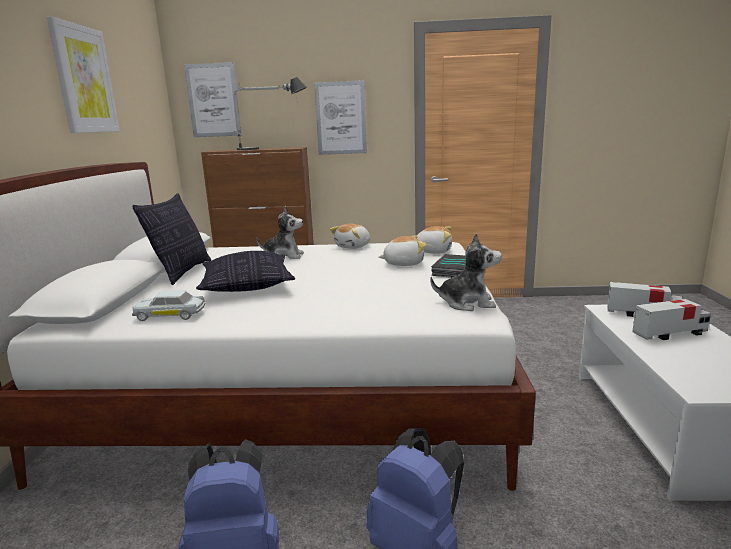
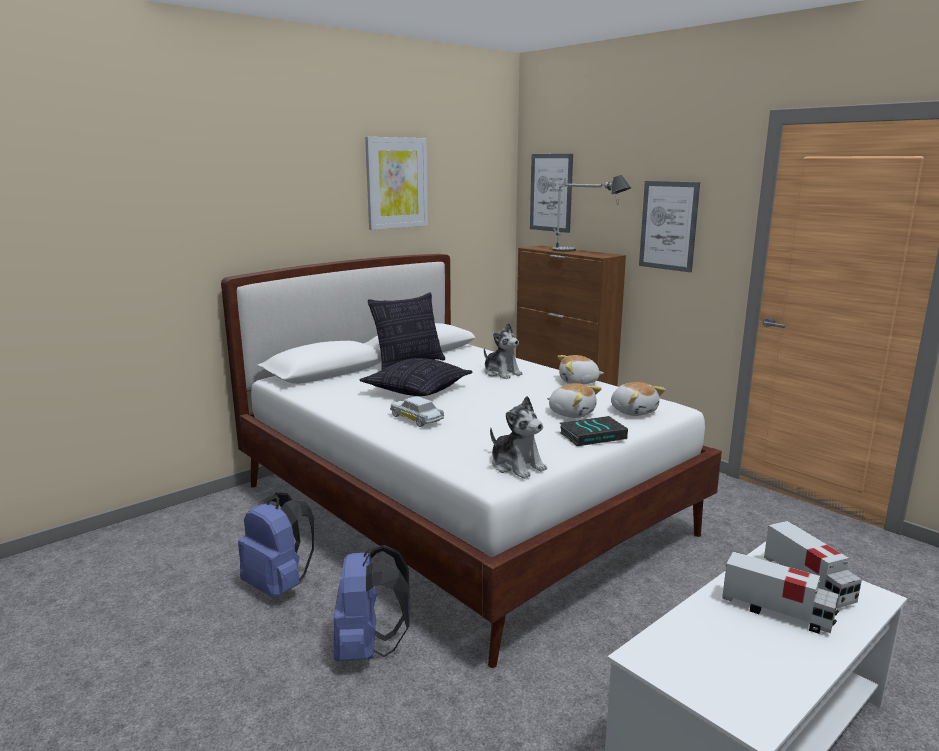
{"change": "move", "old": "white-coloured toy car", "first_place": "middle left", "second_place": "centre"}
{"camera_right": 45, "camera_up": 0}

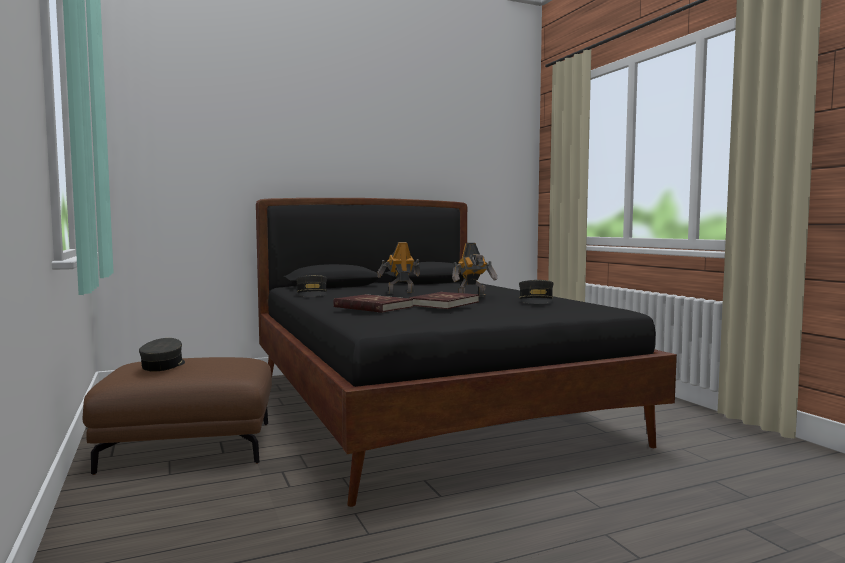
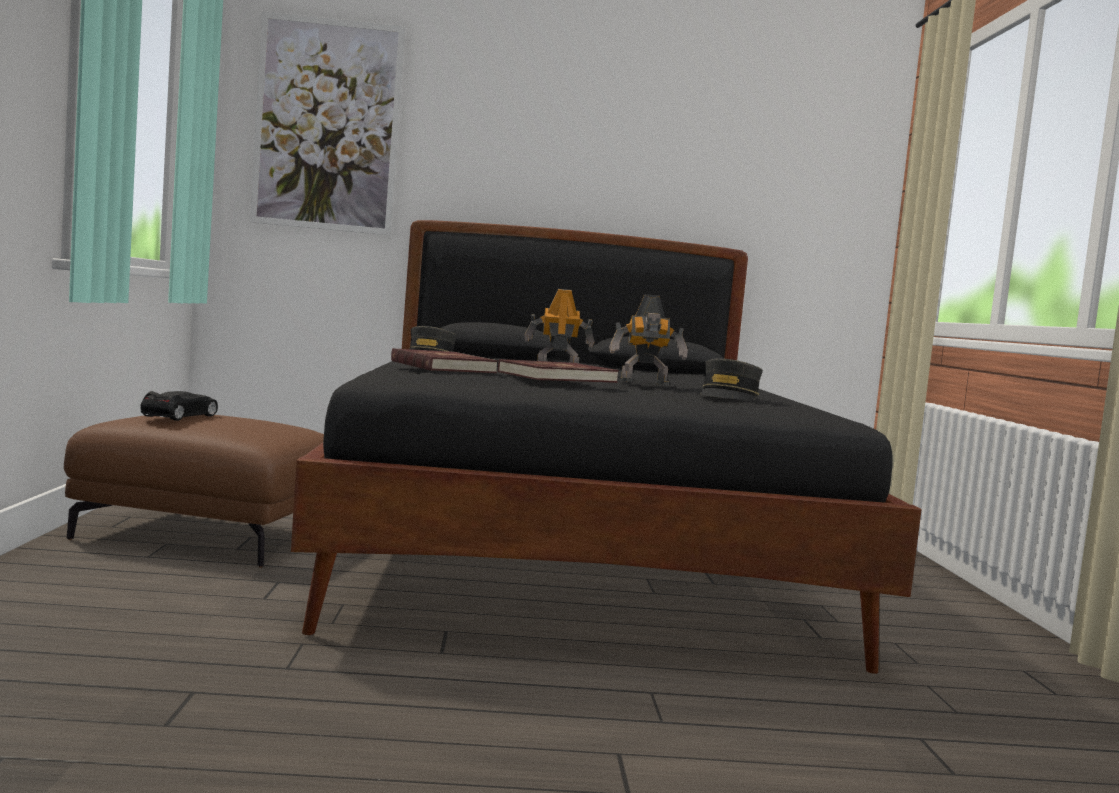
{"change": "replace", "old": "grey peaked cap (1st from left)", "new": "blackish toy car", "first_place": "middle left", "second_place": "middle left"}
{"change": "insert", "new": "wall art", "second_place": "top left"}
{"camera_right": 20, "camera_up": 0}

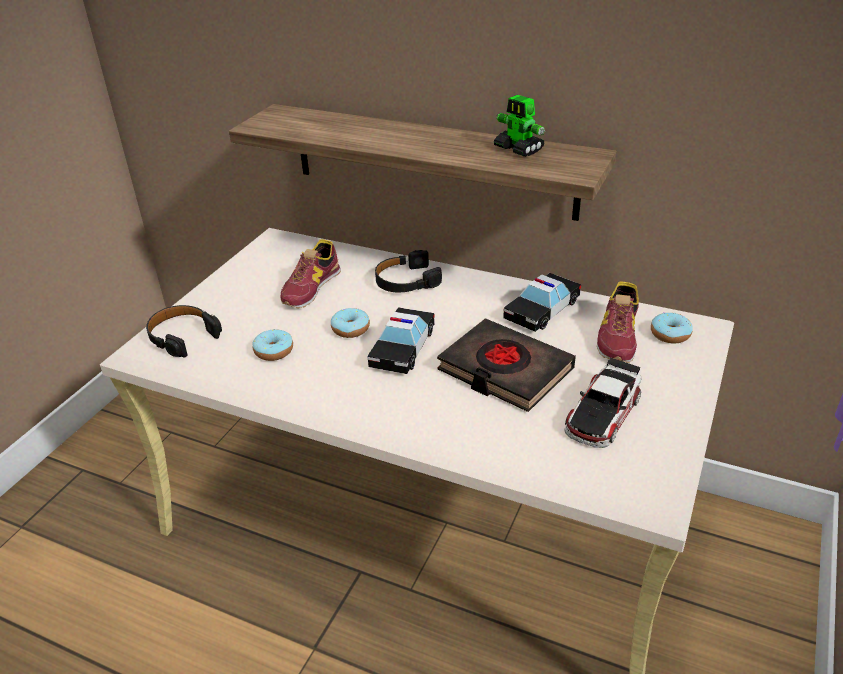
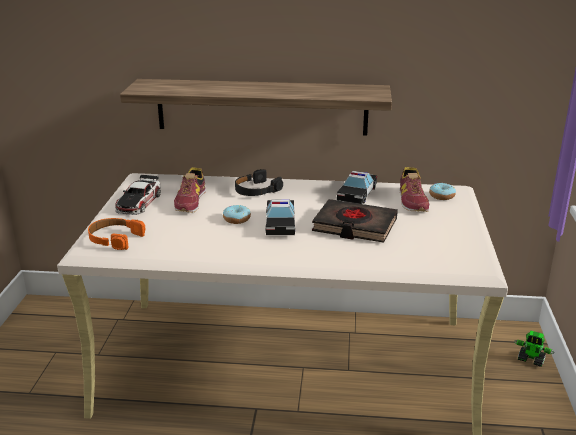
{"change": "recolor", "old": "blackish headset (1st from left)", "new": "orange headset", "first_place": "middle left", "second_place": "middle left"}
{"change": "delete", "old": "doughnut (1st from left)", "first_place": "middle left"}
{"change": "move", "old": "robot figure", "first_place": "top centre", "second_place": "bottom right"}
{"change": "move", "old": "toy car (3rd from left in the first image)", "new": "toy car (1st from left)", "first_place": "middle right", "second_place": "middle left"}
{"camera_right": -20, "camera_up": -10}

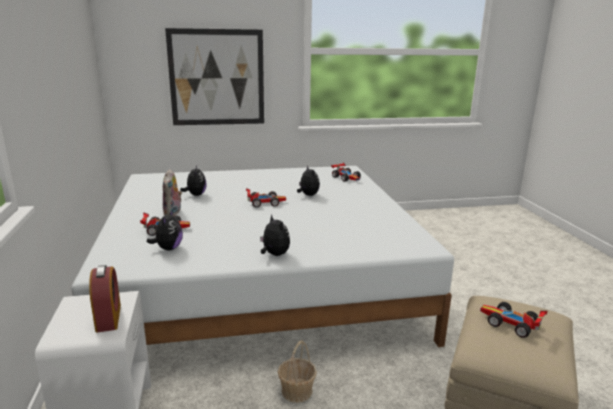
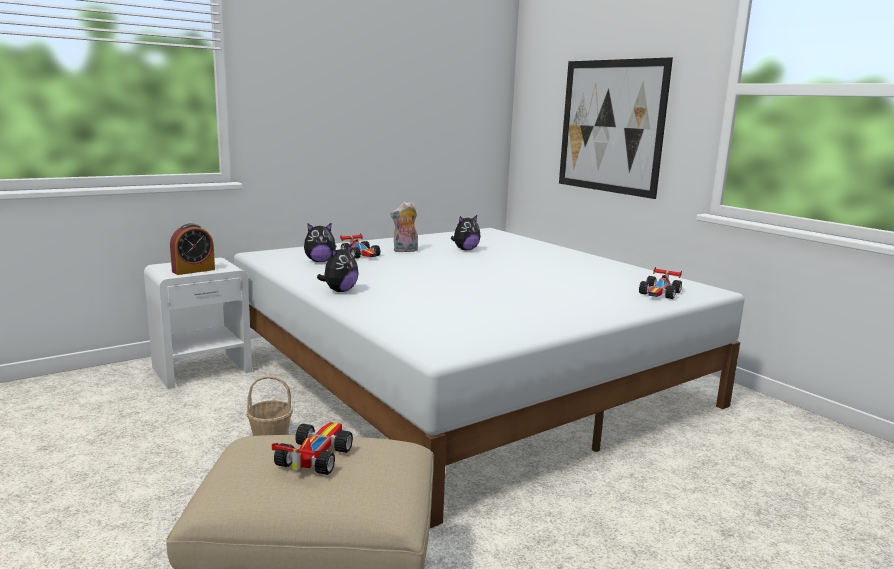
{"change": "delete", "old": "toy car (2nd from left)", "first_place": "centre"}
{"change": "delete", "old": "plush toy (5th from left)", "first_place": "centre"}
{"camera_right": 65, "camera_up": -5}

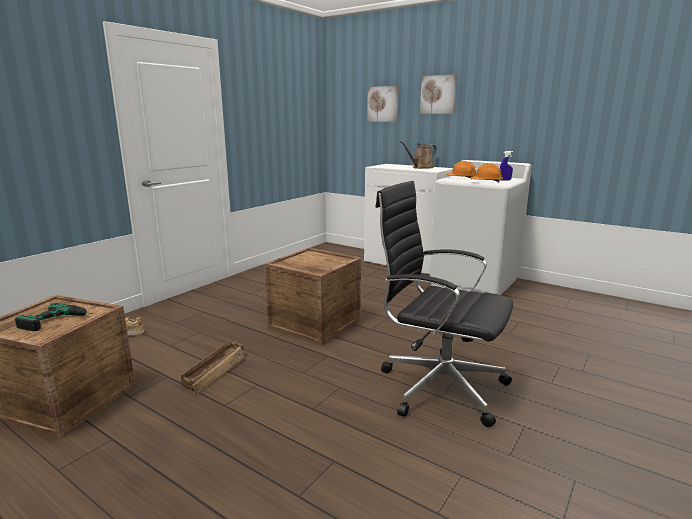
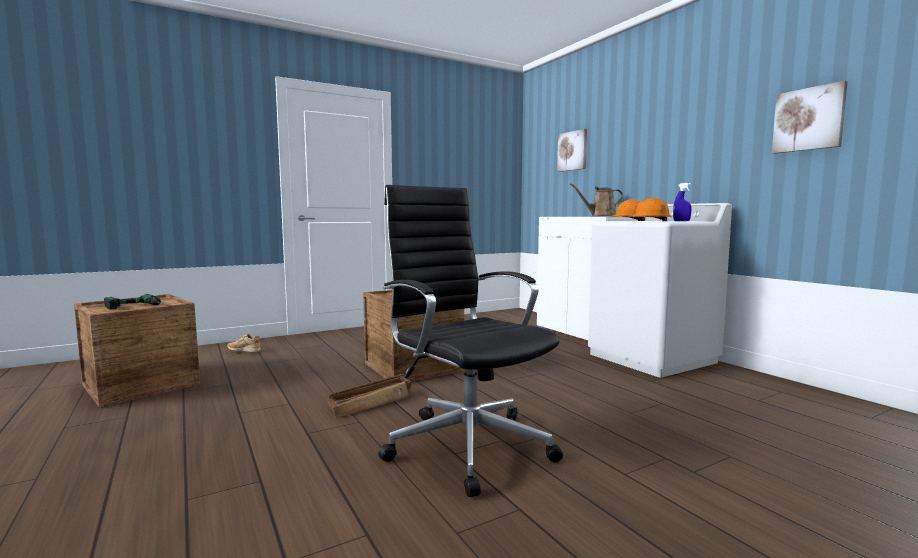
{"change": "move", "old": "shipping crate (2nd from left)", "first_place": "bottom left", "second_place": "bottom centre"}
{"change": "move", "old": "wall art (2nd from left)", "first_place": "top centre", "second_place": "top right"}
{"camera_right": 25, "camera_up": -10}

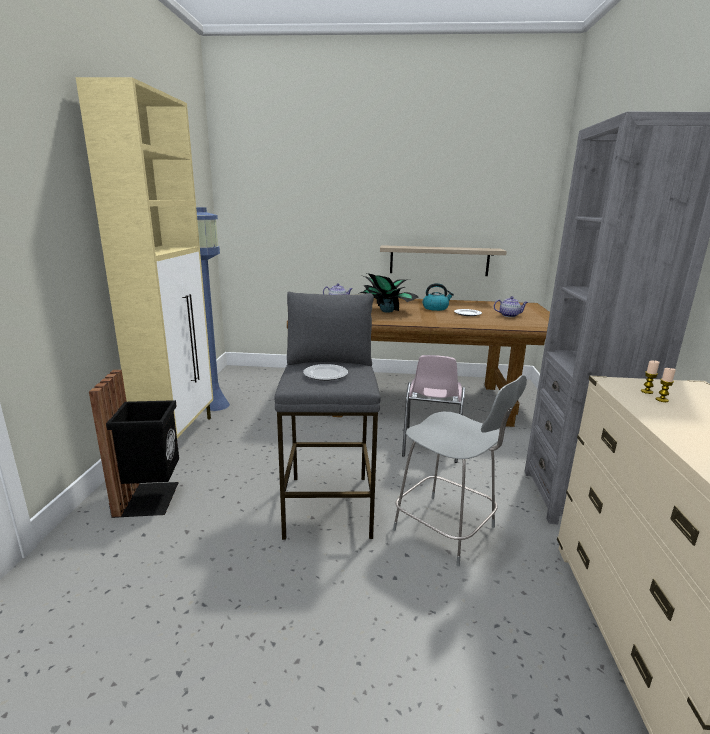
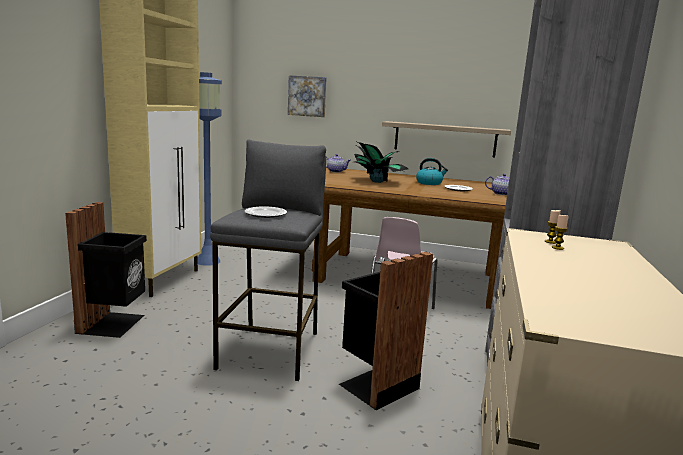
{"change": "replace", "old": "grey stool (2nd from left)", "new": "blackish trash can (2nd from left)", "first_place": "centre", "second_place": "bottom centre"}
{"change": "insert", "new": "wall art", "second_place": "top centre"}
{"camera_right": 10, "camera_up": -5}

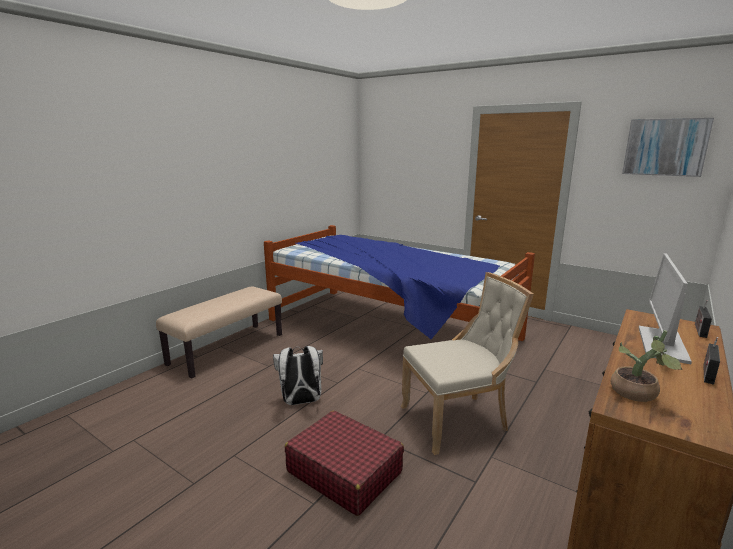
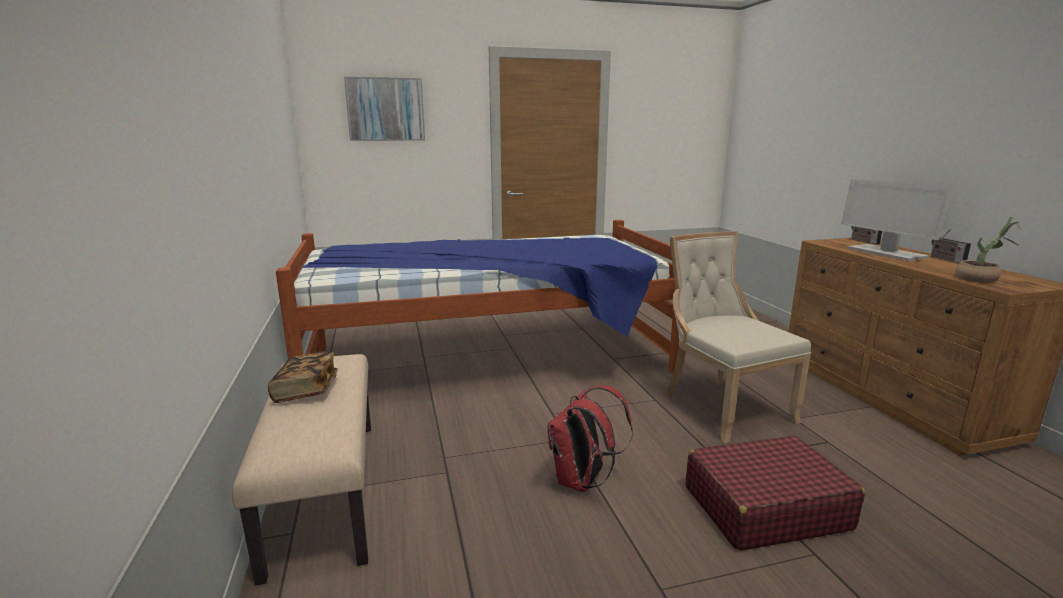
{"change": "recolor", "old": "white-coloured knapsack", "new": "red knapsack", "first_place": "bottom centre", "second_place": "bottom centre"}
{"change": "rotate", "old": "beige-coloured plain chair", "first_place": "centre", "second_place": "middle right", "degrees": -45}
{"change": "move", "old": "wall art", "first_place": "top right", "second_place": "top centre"}
{"change": "insert", "new": "book", "second_place": "middle left"}
{"camera_right": -50, "camera_up": 0}

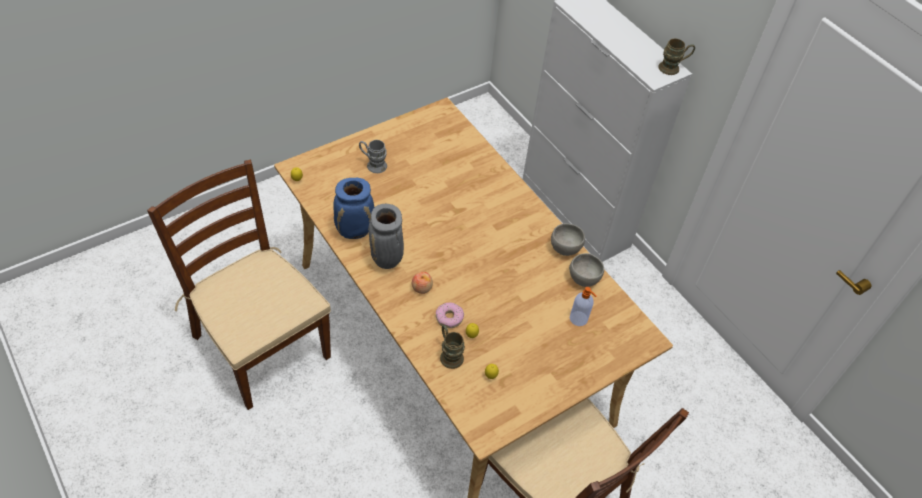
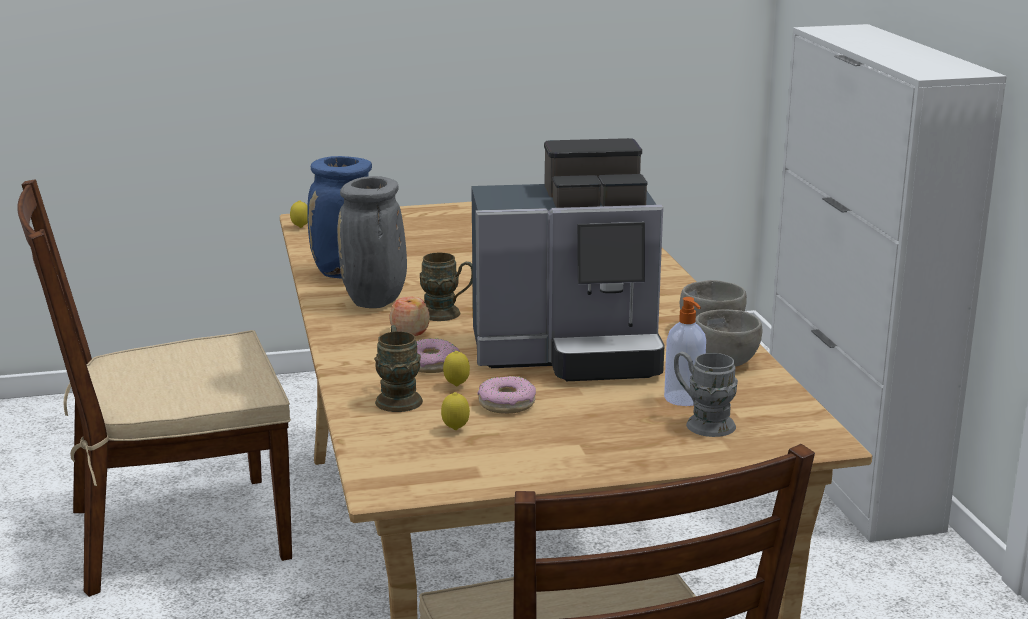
{"change": "rotate", "old": "brown-coloured plain chair (1st from left)", "first_place": "middle left", "second_place": "middle left", "degrees": -90}
{"change": "move", "old": "grey coffee mug", "first_place": "top centre", "second_place": "middle right"}
{"change": "move", "old": "brown-coloured coffee mug (2nd from left)", "first_place": "top right", "second_place": "centre"}
{"change": "insert", "new": "coffee brewer", "second_place": "centre"}
{"change": "insert", "new": "doughnut (2nd from left)", "second_place": "centre"}
{"camera_right": 25, "camera_up": -30}

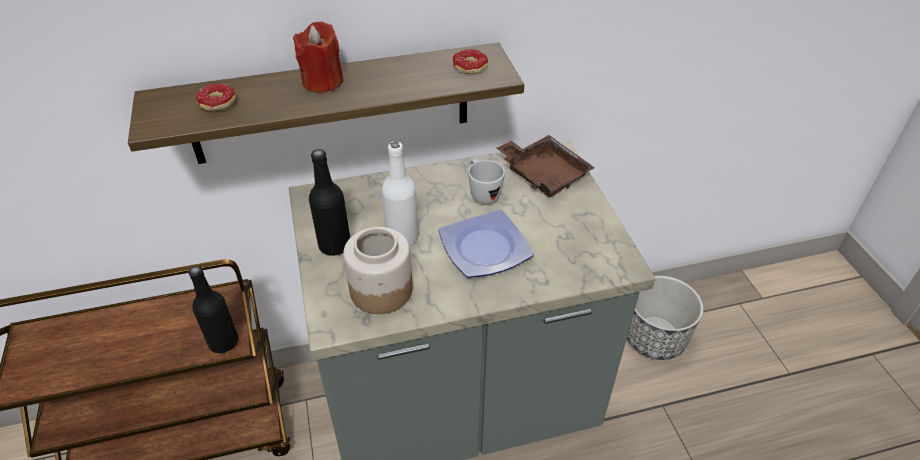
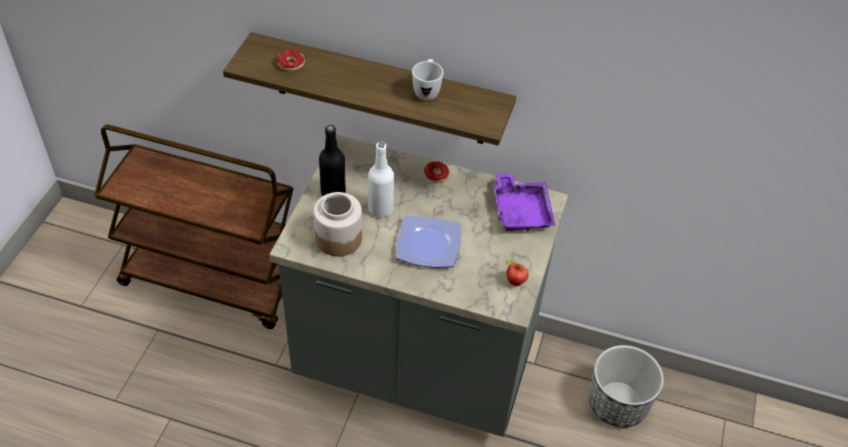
{"change": "delete", "old": "blackish beverage bottle (1st from left)", "first_place": "bottom left"}
{"change": "delete", "old": "red candle", "first_place": "top centre"}
{"change": "move", "old": "doughnut (2nd from left)", "first_place": "top centre", "second_place": "centre"}
{"change": "move", "old": "white-coloured coffee mug", "first_place": "centre", "second_place": "top centre"}
{"change": "recolor", "old": "brown-coloured carrying tray", "new": "purple-coloured carrying tray", "first_place": "centre", "second_place": "centre"}
{"change": "insert", "new": "apple fruit", "second_place": "centre"}
{"camera_right": 30, "camera_up": 5}

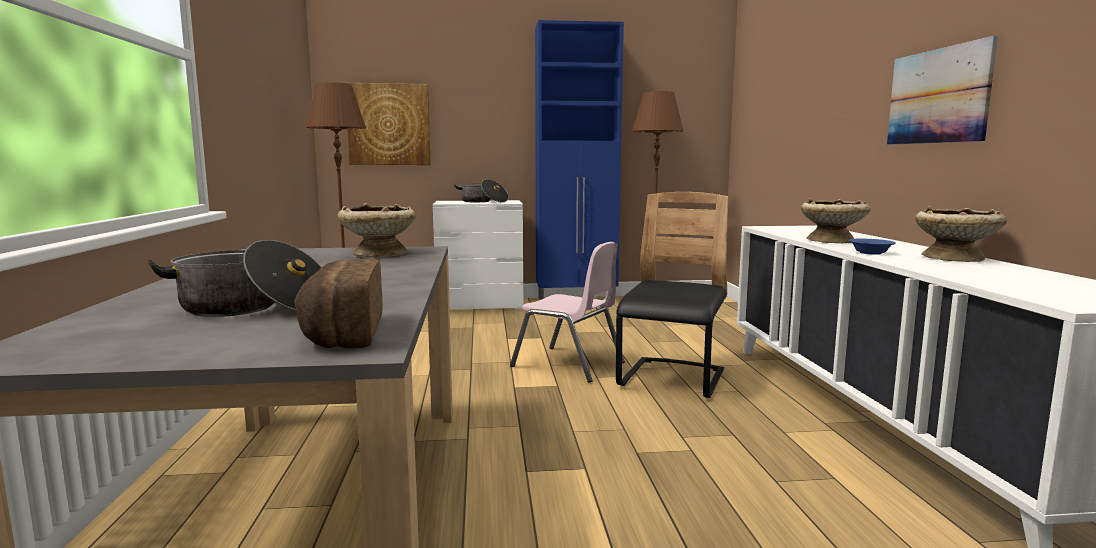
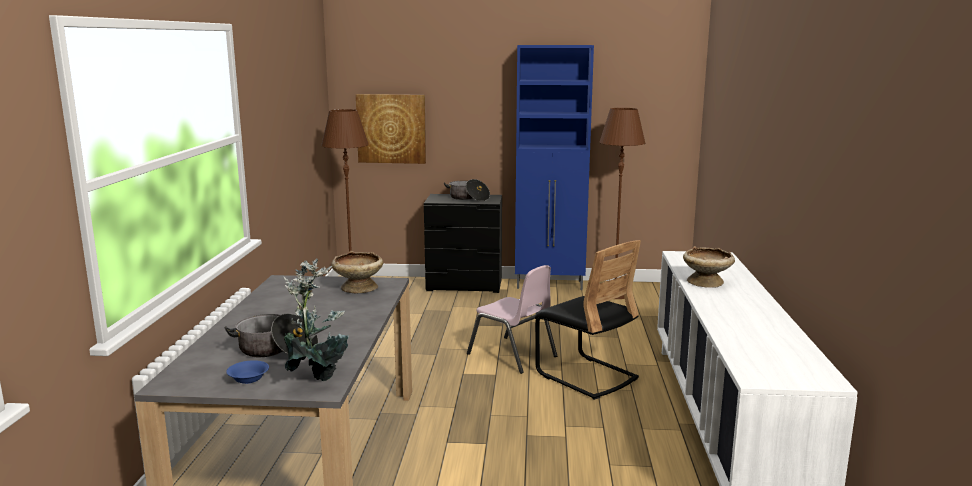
{"change": "replace", "old": "baked bread", "new": "houseplant", "first_place": "middle left", "second_place": "middle left"}
{"change": "recolor", "old": "white-coloured drawer chest", "new": "blackish drawer chest", "first_place": "centre", "second_place": "centre"}
{"change": "rotate", "old": "blackish plain chair", "first_place": "centre", "second_place": "centre", "degrees": 105}
{"change": "move", "old": "blue-coloured deep dish", "first_place": "middle right", "second_place": "bottom left"}
{"change": "delete", "old": "wall art (2nd from left)", "first_place": "top right"}
{"change": "delete", "old": "beige-coloured deep dish (3rd from left)", "first_place": "middle right"}
{"camera_right": 10, "camera_up": 5}

